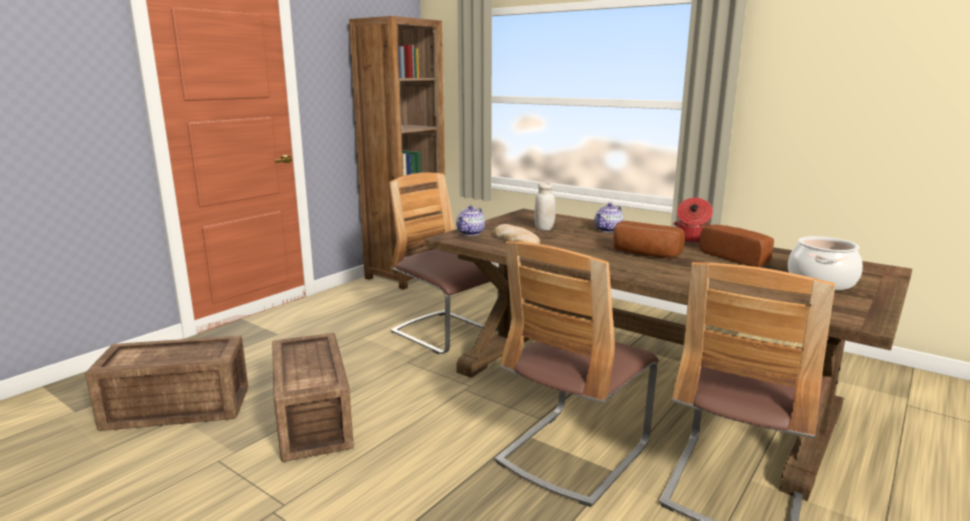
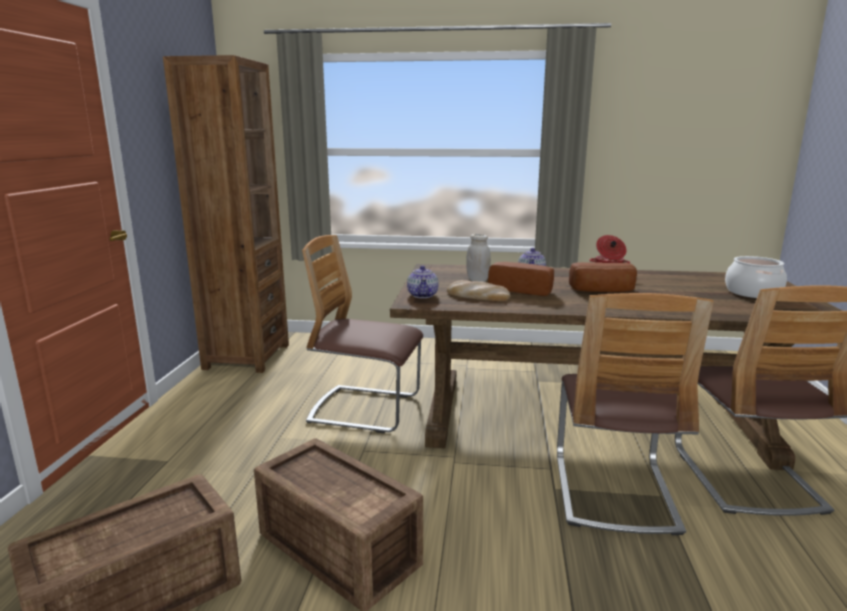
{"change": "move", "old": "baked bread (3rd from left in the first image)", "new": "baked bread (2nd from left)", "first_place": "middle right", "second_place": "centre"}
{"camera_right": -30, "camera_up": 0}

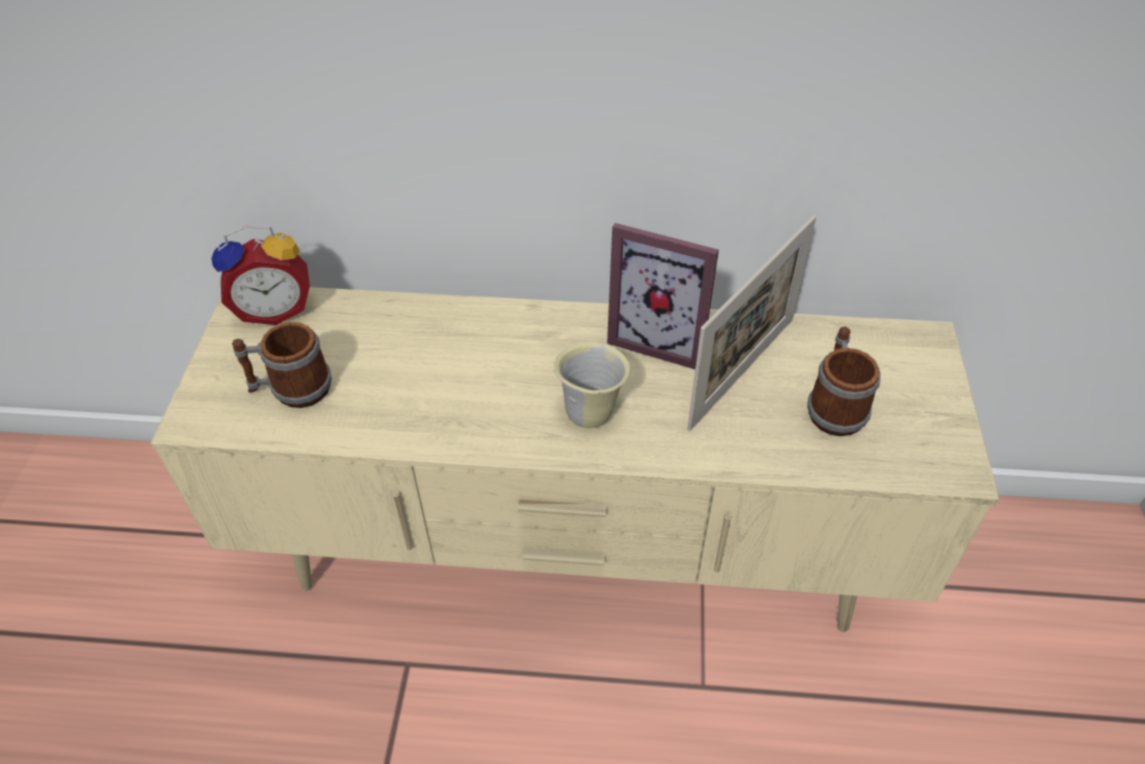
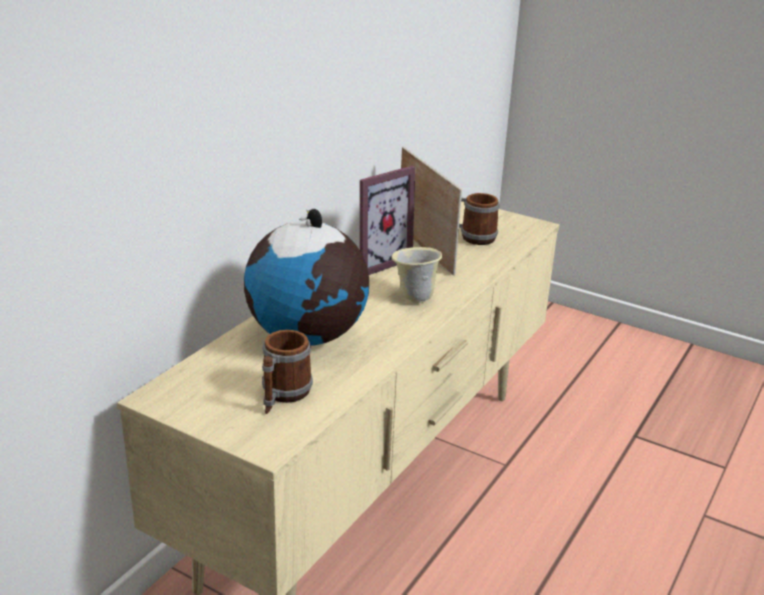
{"change": "delete", "old": "table clock", "first_place": "middle left"}
{"change": "insert", "new": "globe", "second_place": "centre"}
{"camera_right": -65, "camera_up": -20}

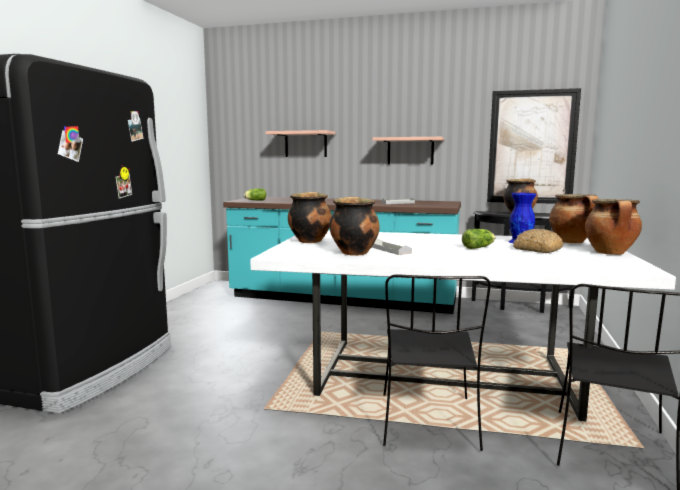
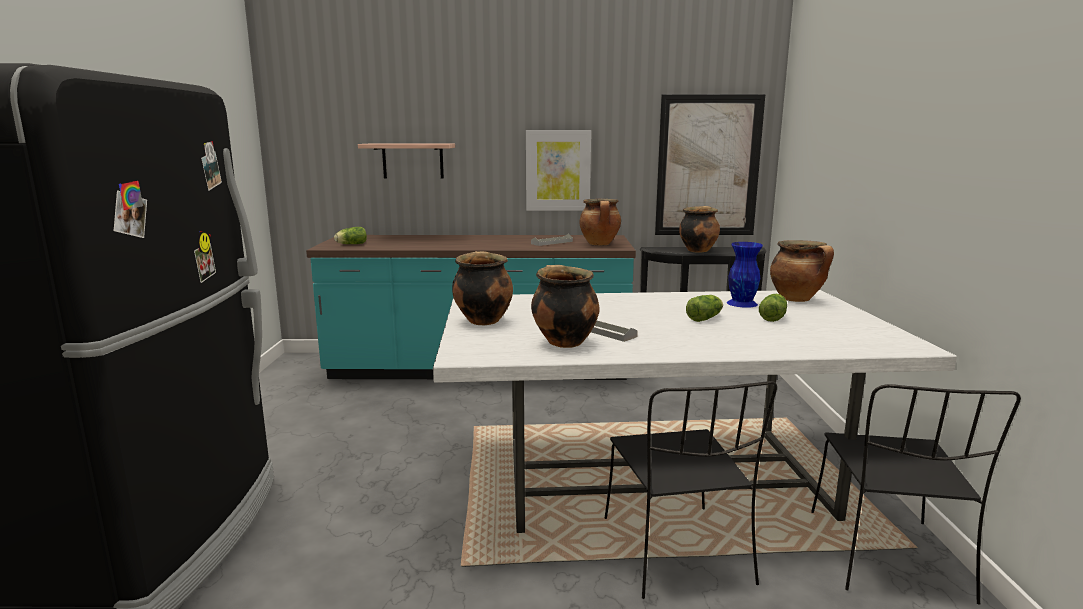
{"change": "replace", "old": "shelf (2nd from left)", "new": "wall art (1st from left)", "first_place": "top centre", "second_place": "top centre"}
{"change": "replace", "old": "baked bread", "new": "lettuce head (3rd from left)", "first_place": "middle right", "second_place": "middle right"}
{"change": "move", "old": "stockpot (5th from left in the first image)", "new": "stockpot (3rd from left)", "first_place": "middle right", "second_place": "centre"}
{"camera_right": -15, "camera_up": 5}

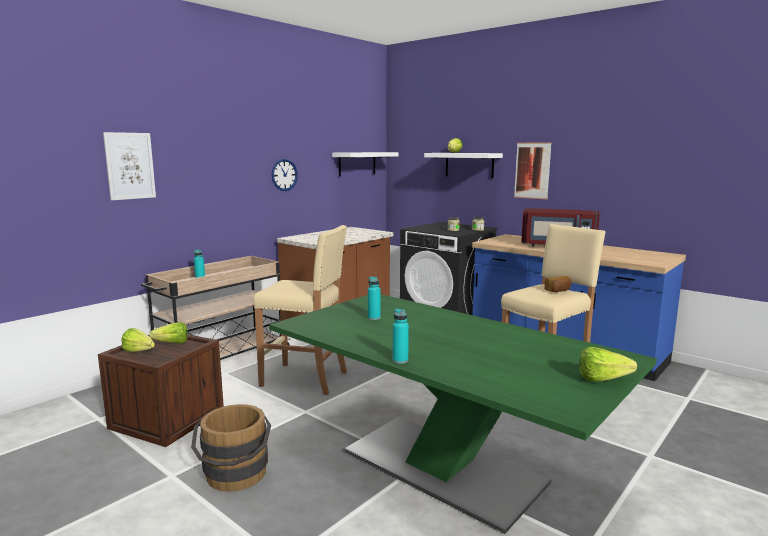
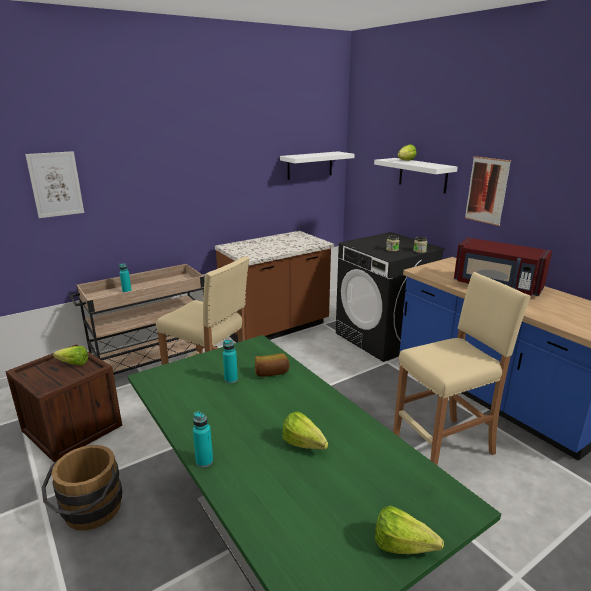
{"change": "move", "old": "lettuce head (1st from left in the first image)", "new": "lettuce head (2nd from left)", "first_place": "middle left", "second_place": "bottom centre"}
{"change": "delete", "old": "wall clock", "first_place": "top centre"}
{"change": "move", "old": "baked bread", "first_place": "middle right", "second_place": "centre"}
{"camera_right": 15, "camera_up": 10}

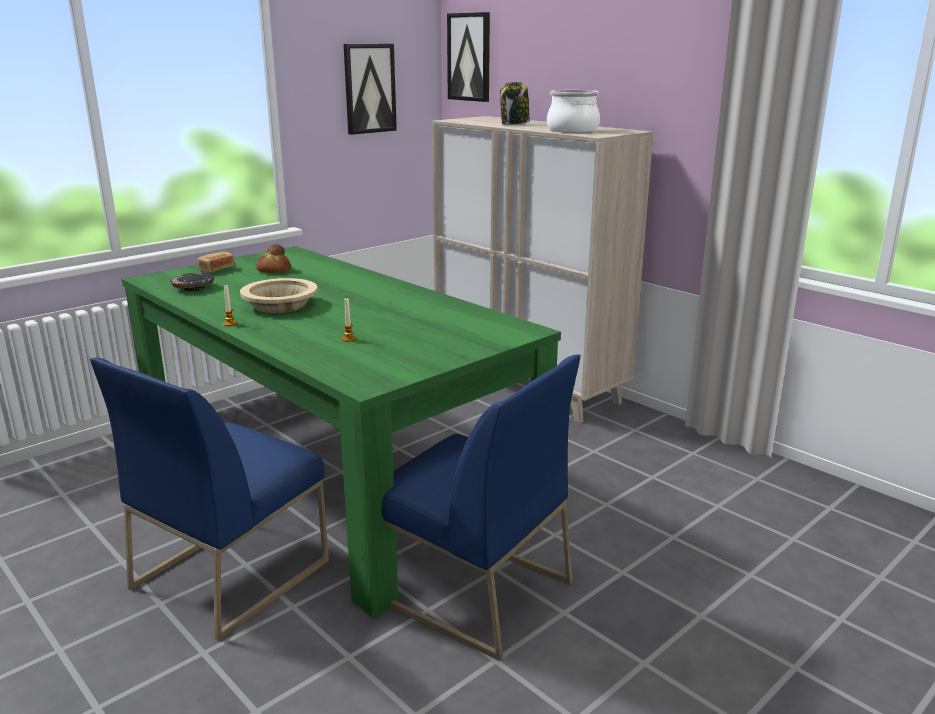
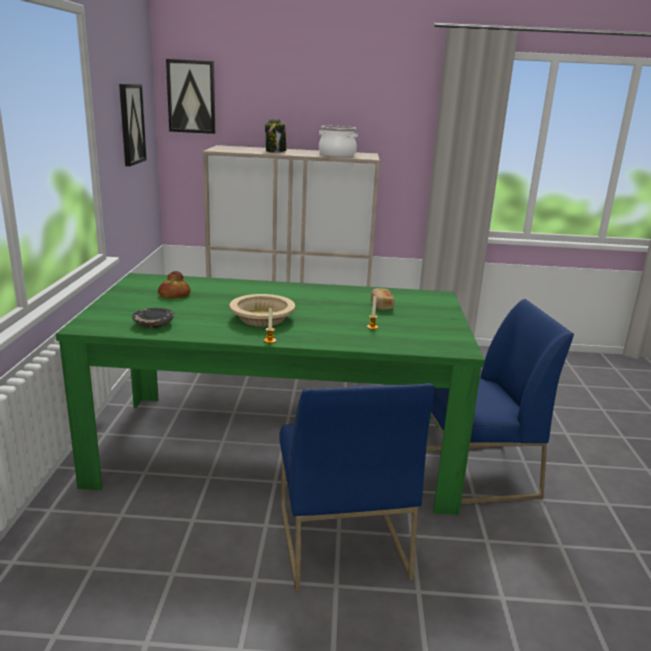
{"change": "move", "old": "baked bread (1st from left in the first image)", "new": "baked bread (2nd from left)", "first_place": "middle left", "second_place": "centre"}
{"camera_right": -45, "camera_up": 0}

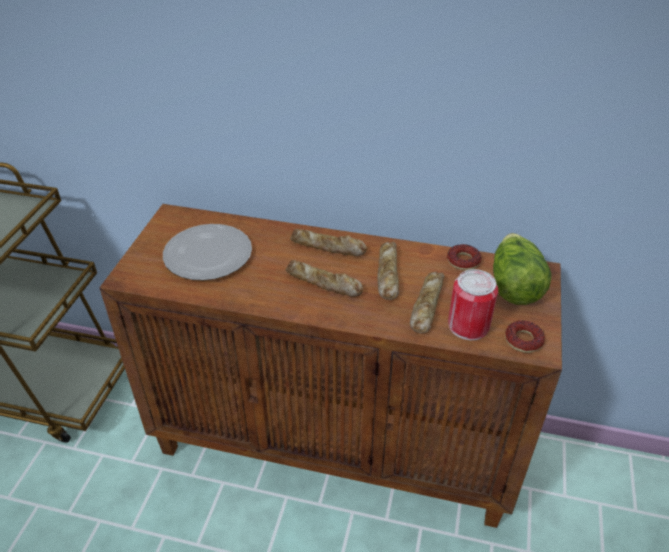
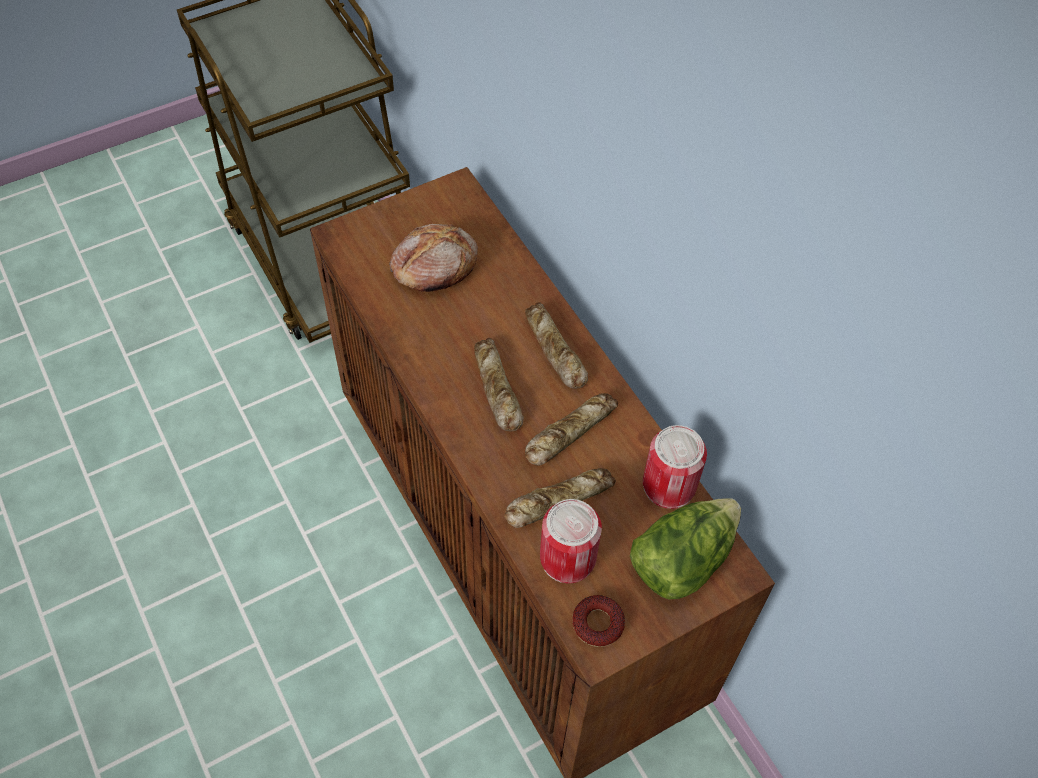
{"change": "replace", "old": "plate", "new": "baked bread (1st from left)", "first_place": "middle left", "second_place": "top centre"}
{"change": "replace", "old": "doughnut (1st from left)", "new": "can (2nd from left)", "first_place": "middle right", "second_place": "centre"}
{"camera_right": 45, "camera_up": 15}

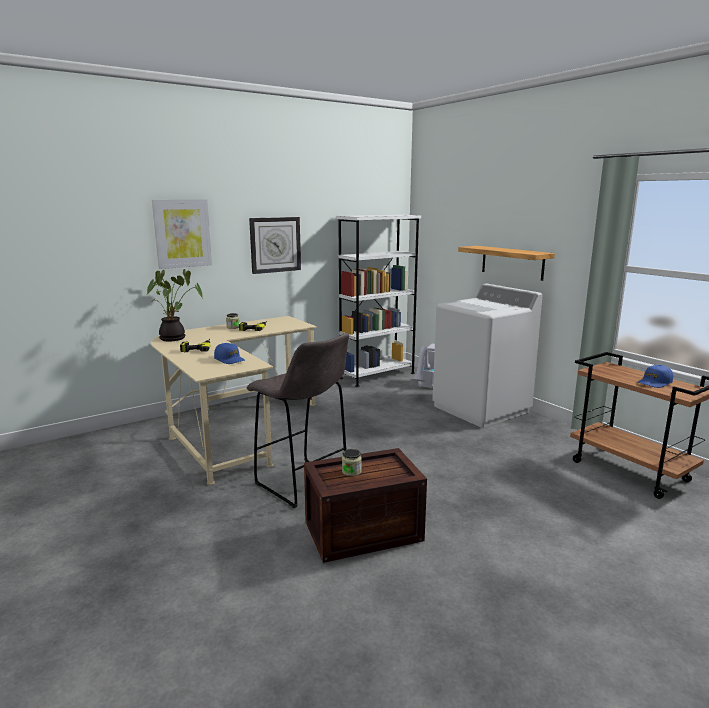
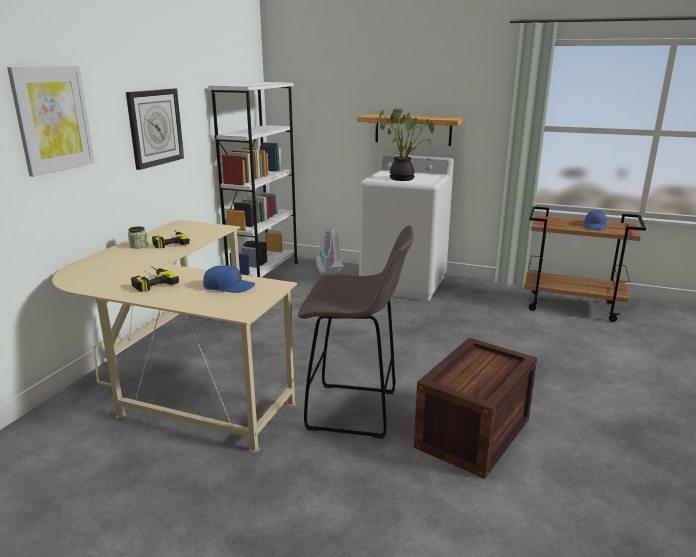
{"change": "move", "old": "houseplant", "first_place": "middle left", "second_place": "top centre"}
{"change": "delete", "old": "preserve jar (2nd from left)", "first_place": "centre"}
{"camera_right": -35, "camera_up": 5}

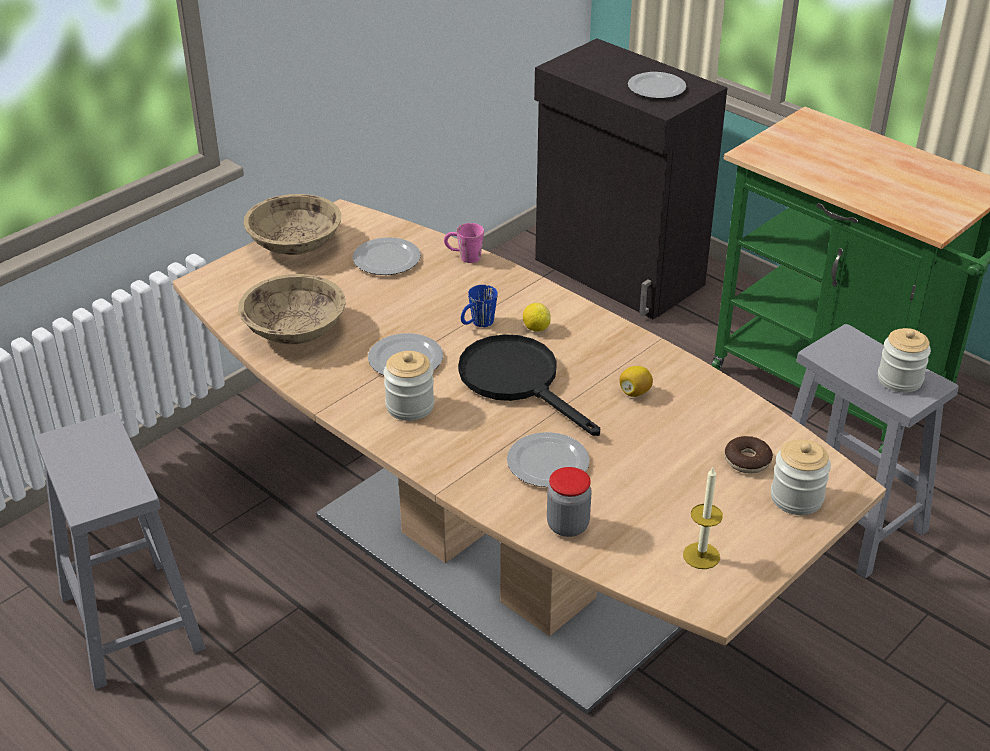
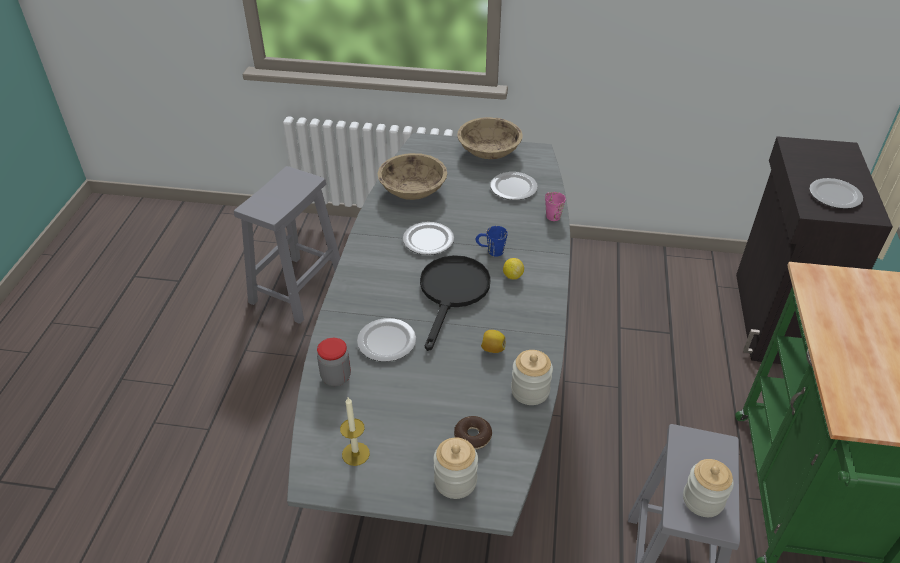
{"change": "recolor", "old": "brown-coloured dinner table", "new": "grey dinner table", "first_place": "centre", "second_place": "centre"}
{"change": "move", "old": "preserve jar (1st from left in the first image)", "new": "preserve jar (3rd from left)", "first_place": "centre", "second_place": "bottom centre"}
{"camera_right": 55, "camera_up": 5}

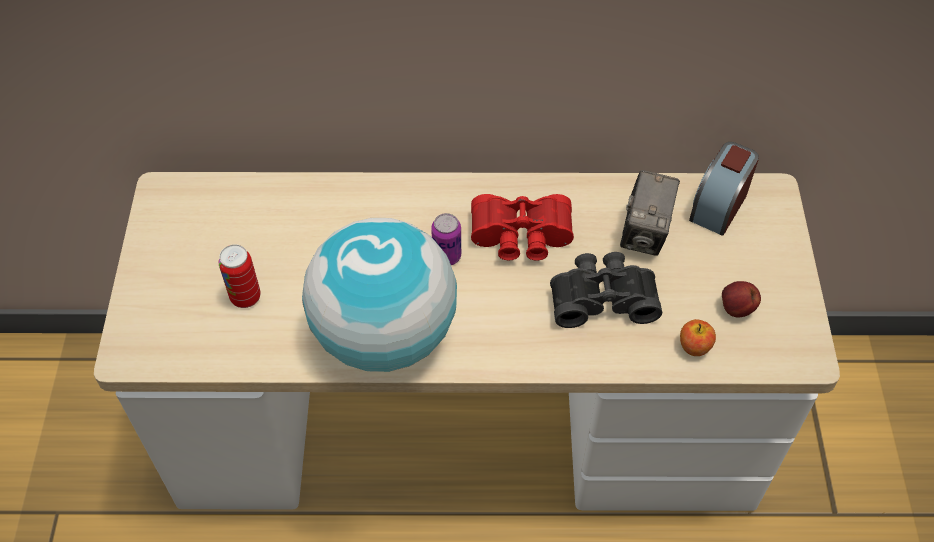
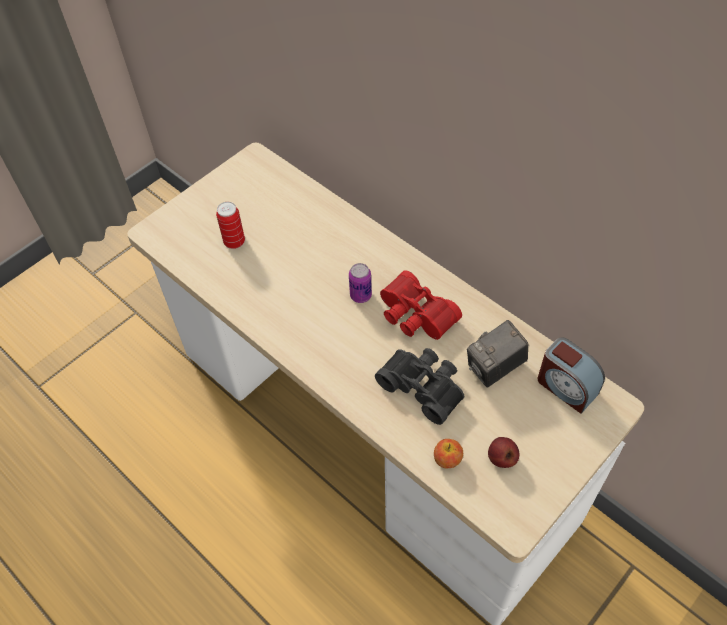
{"change": "delete", "old": "globe", "first_place": "centre"}
{"change": "rotate", "old": "table clock", "first_place": "middle right", "second_place": "middle right", "degrees": -120}
{"camera_right": 45, "camera_up": 0}

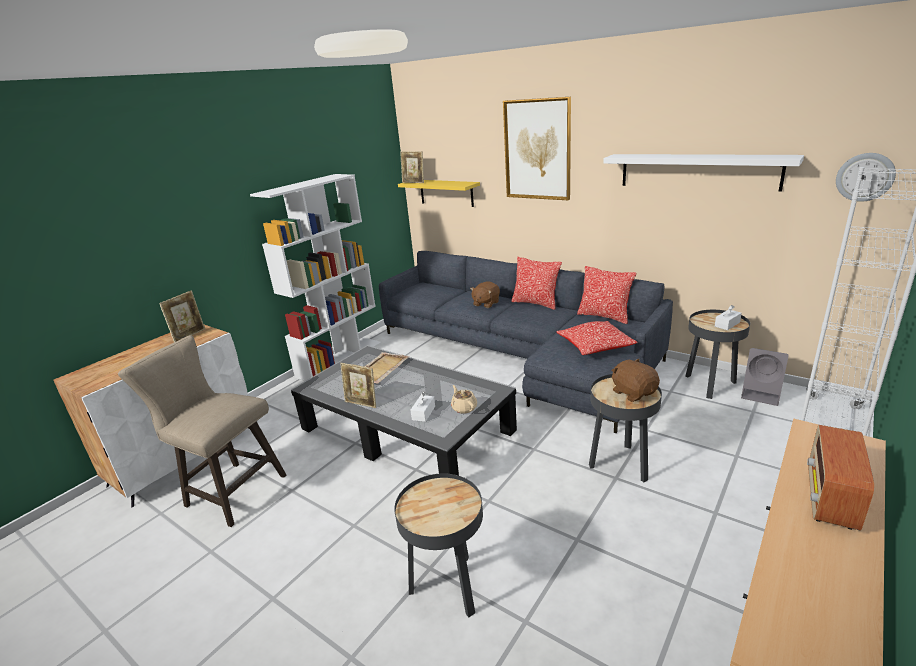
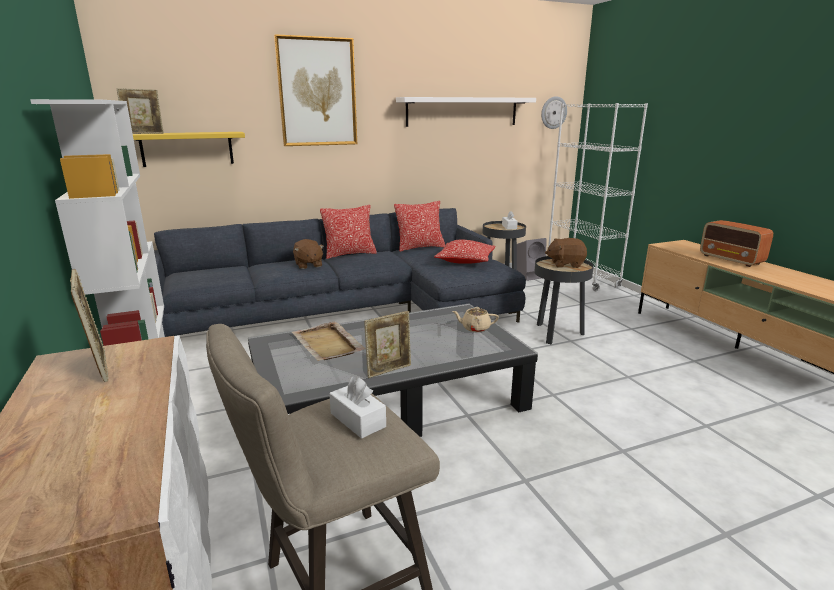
{"change": "delete", "old": "blackish end table (1st from left)", "first_place": "bottom centre"}
{"change": "move", "old": "white-coloured box of tissues (1st from left)", "first_place": "centre", "second_place": "bottom centre"}
{"camera_right": -60, "camera_up": -5}

